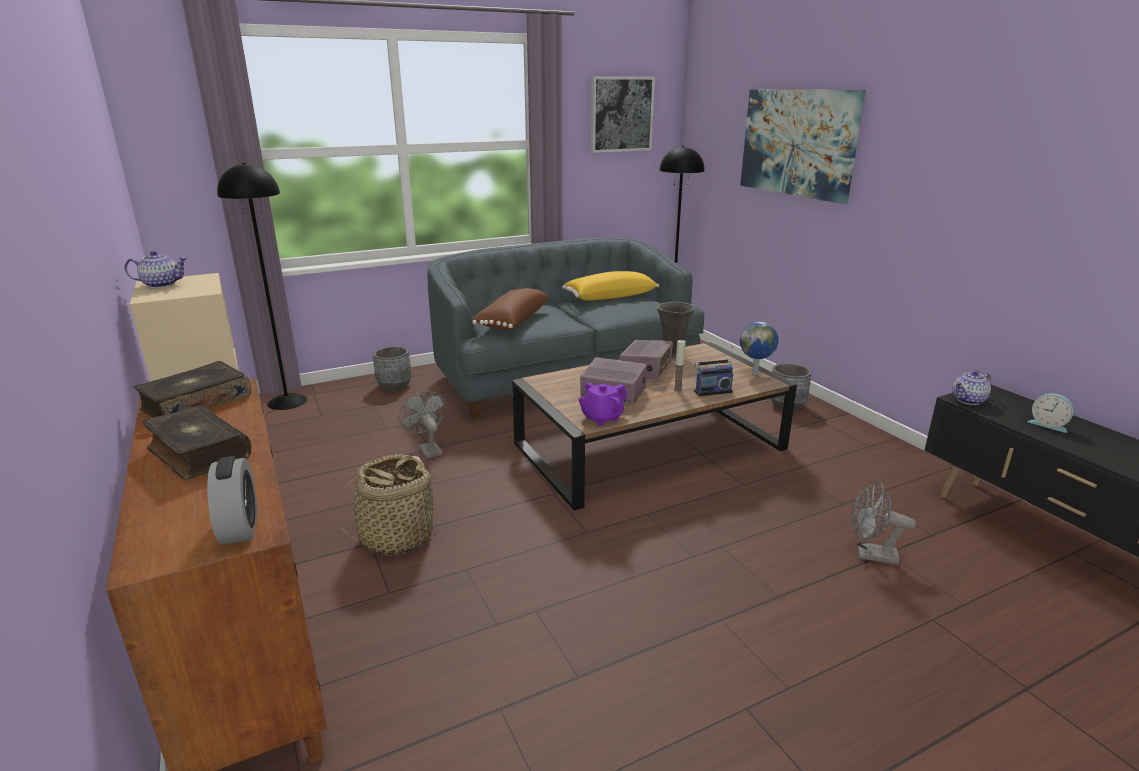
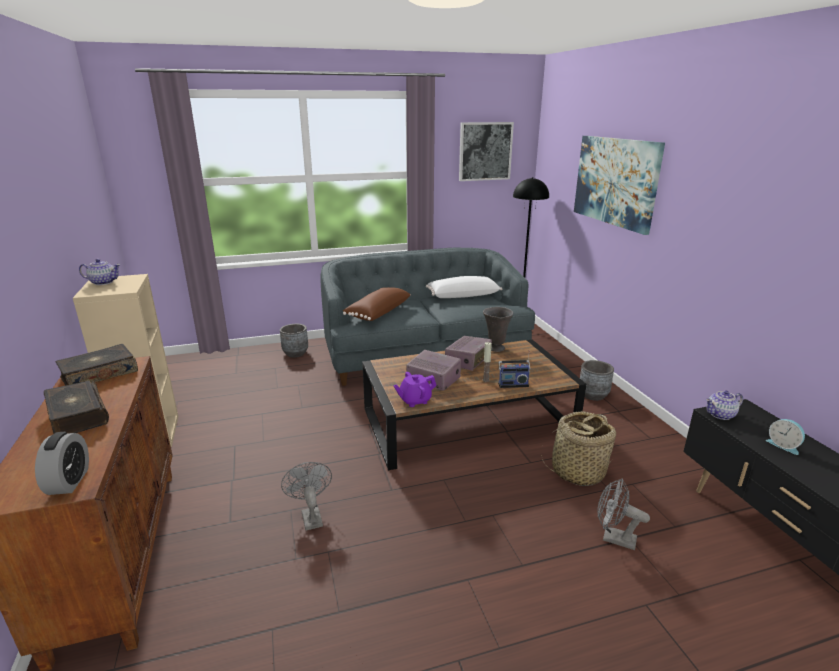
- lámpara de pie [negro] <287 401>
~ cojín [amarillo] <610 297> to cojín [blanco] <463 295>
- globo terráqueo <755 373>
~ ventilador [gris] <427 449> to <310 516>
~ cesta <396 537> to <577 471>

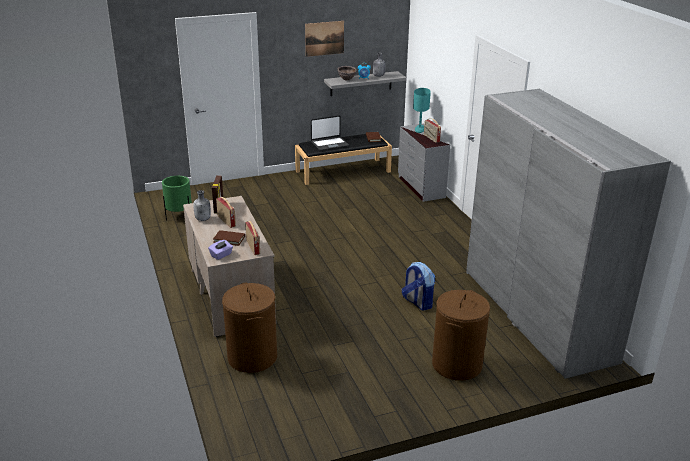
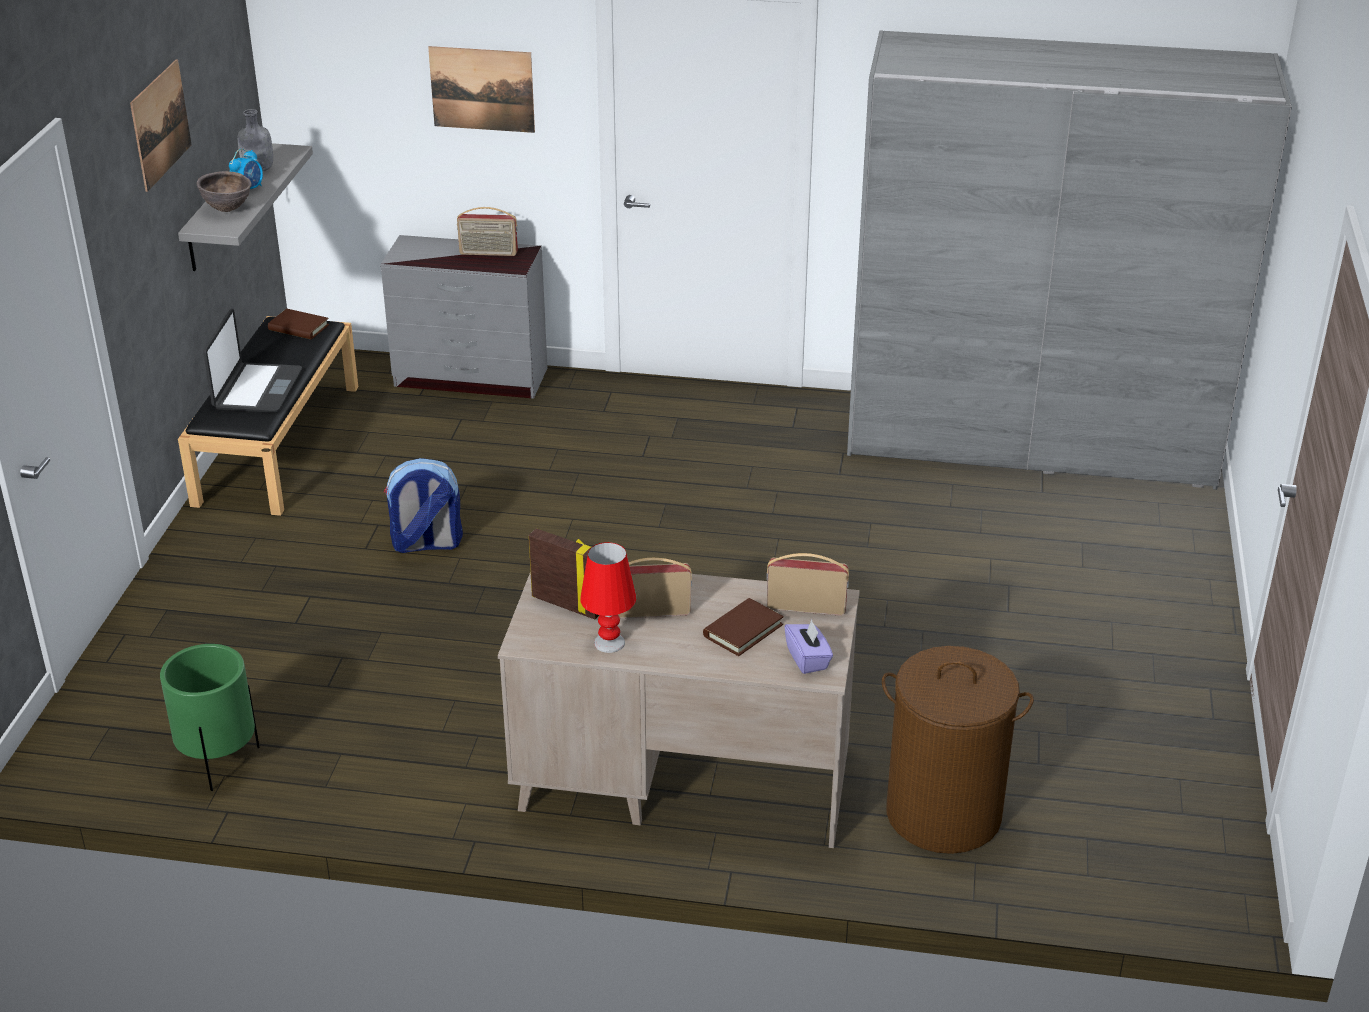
- lámpara de mesa [turquesa] <419 129>
~ botella [gris] <203 219> to lámpara de mesa [rojo] <609 642>
~ mochila <417 302> to <426 544>
- cesto de la ropa [marrón] <456 364>
+ cuadro <482 89>

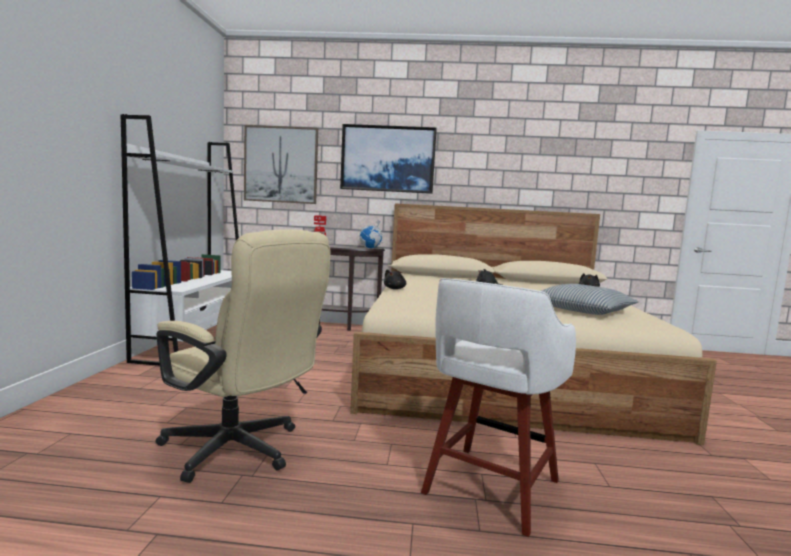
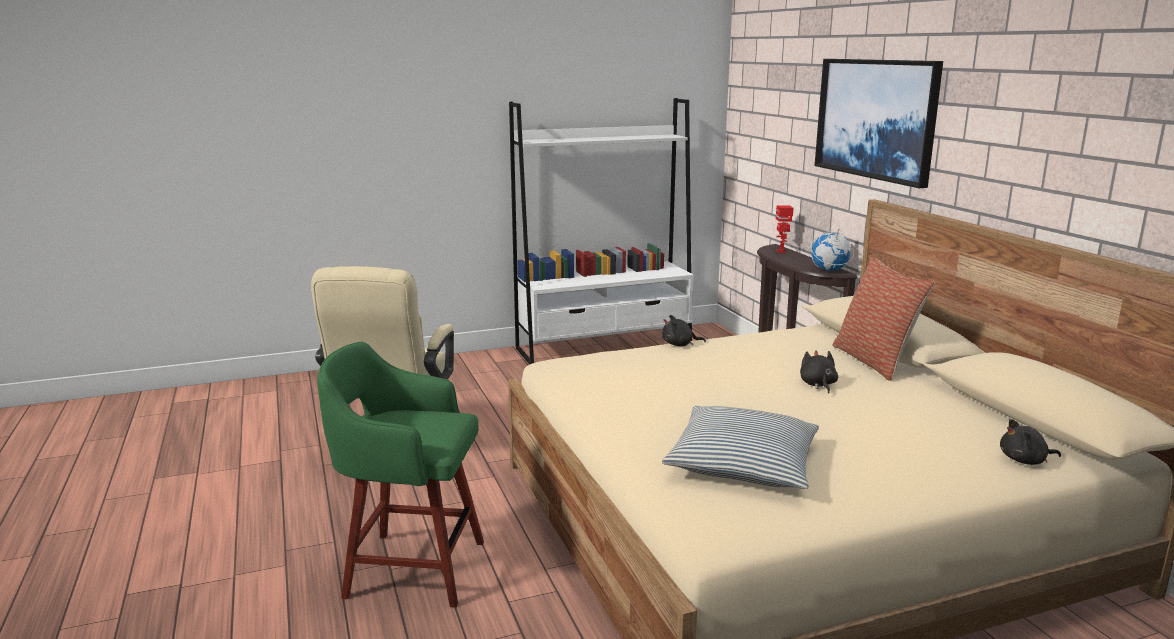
- cuadro <281 165>
~ taburete [blanco] <489 489> to taburete [verde] <411 568>
+ cojín <875 361>

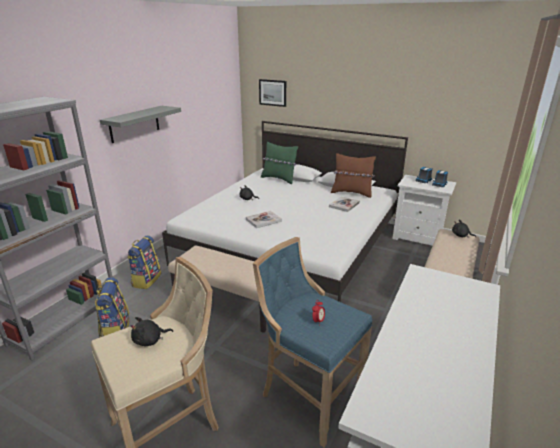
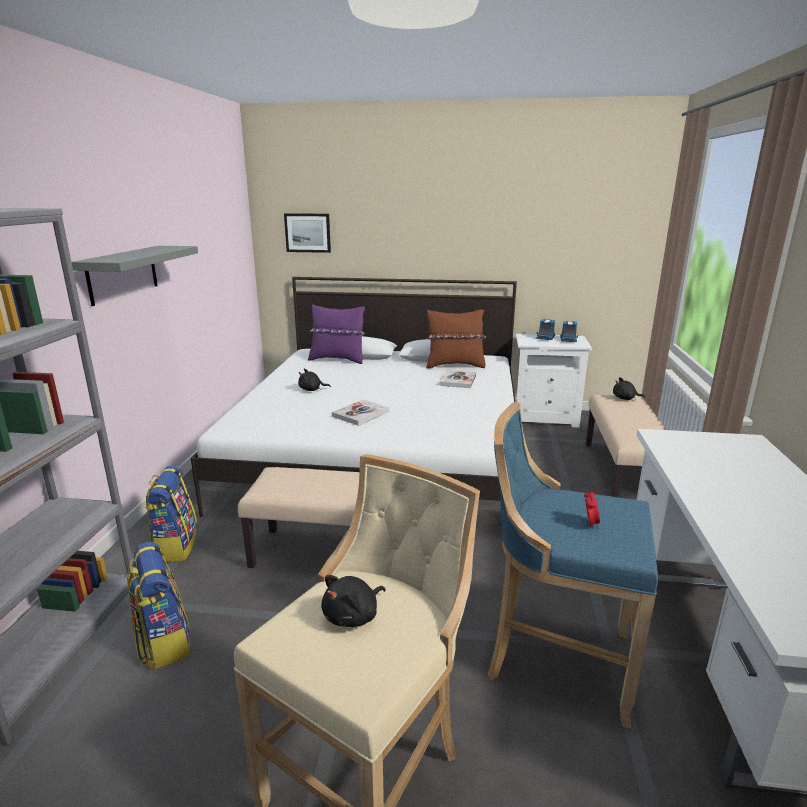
~ cojín [verde] <279 179> to cojín [morado] <338 359>

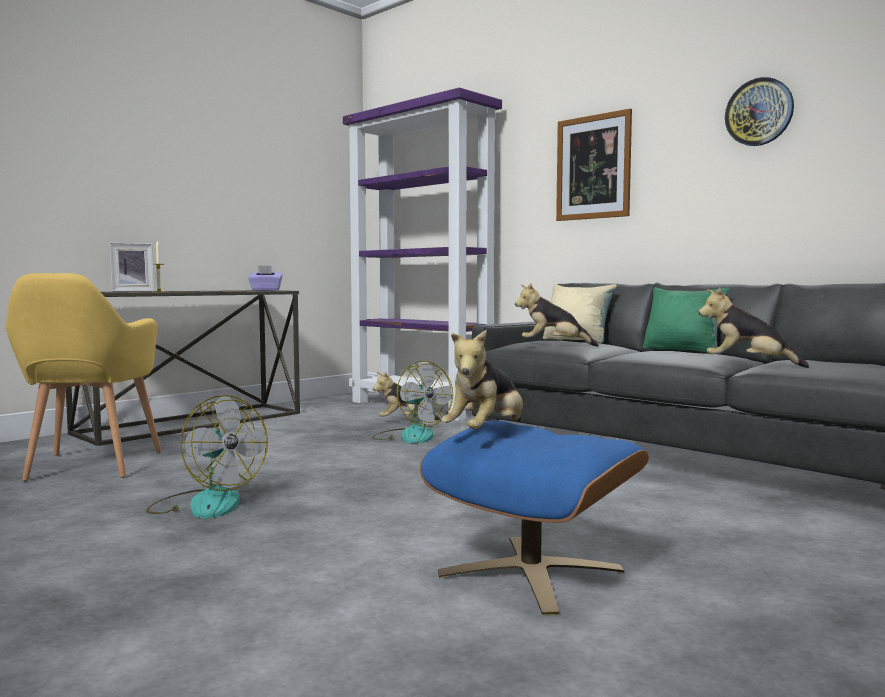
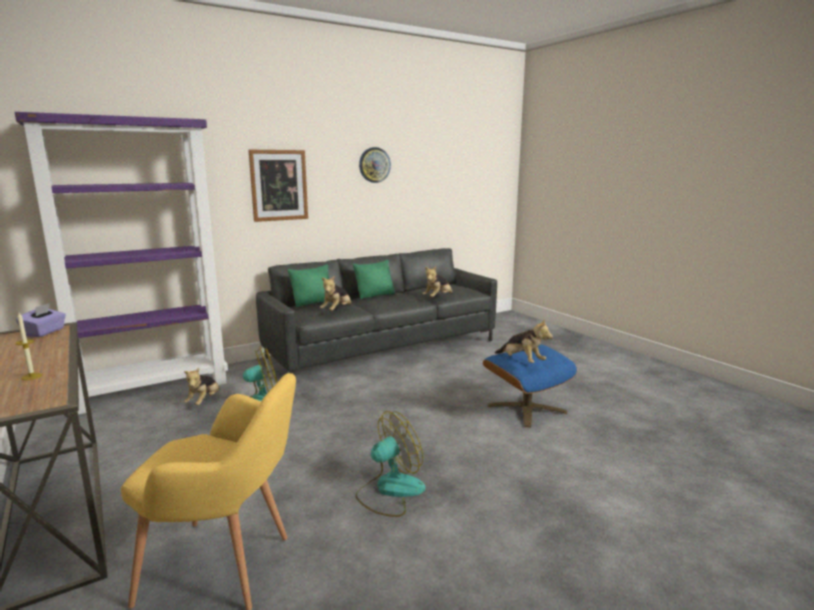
- portarretratos <132 291>
~ cojín [beis] <577 341> to cojín [verde] <313 303>

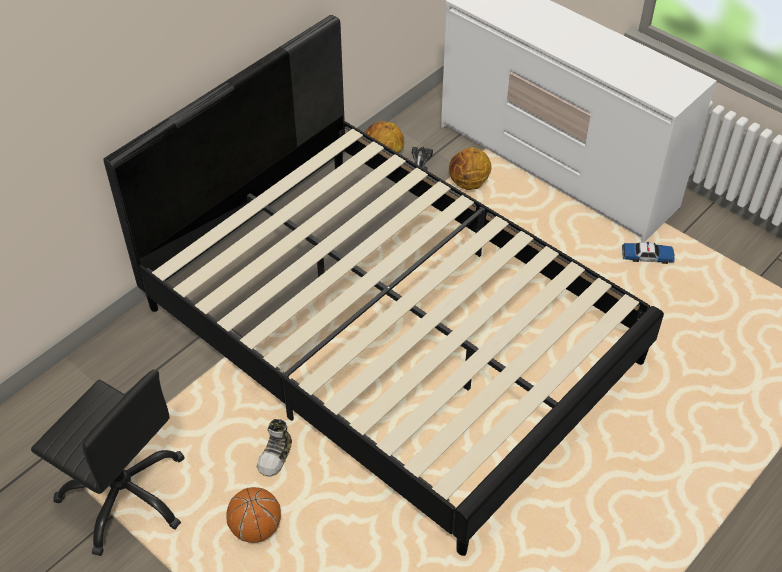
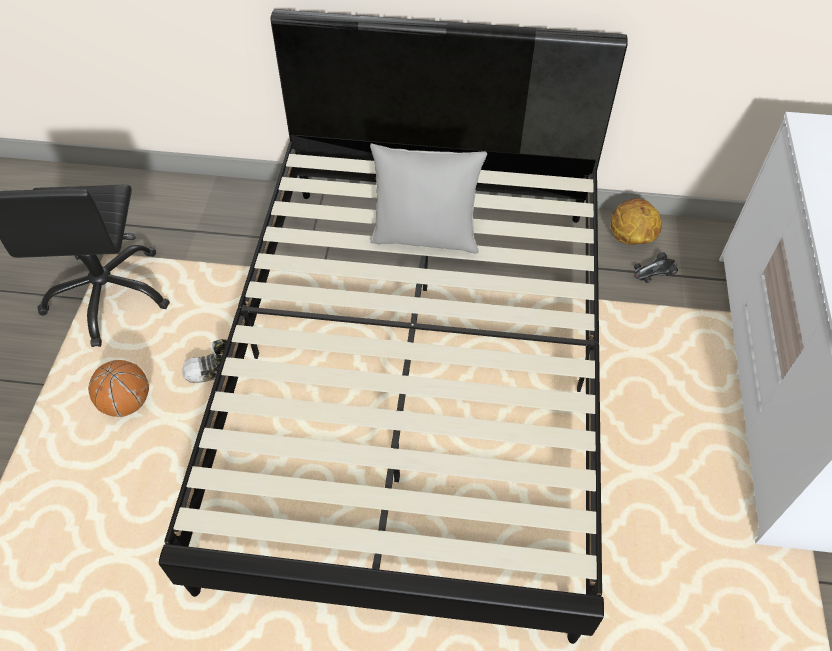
- balón de baloncesto <468 183>
- coche de juguete <647 257>
+ cojín [gris] <425 236>

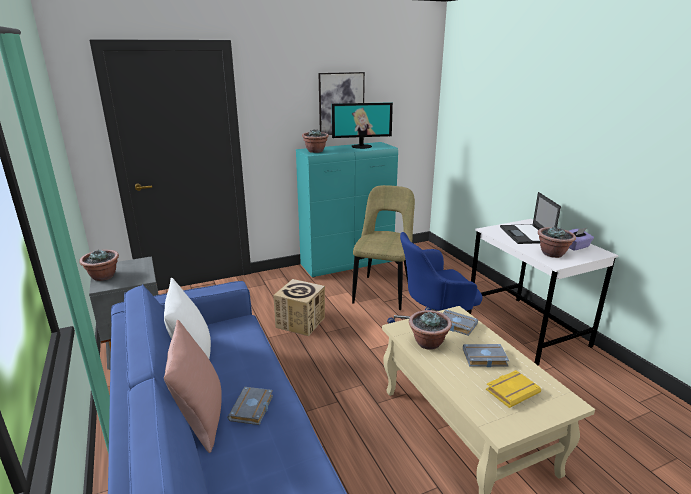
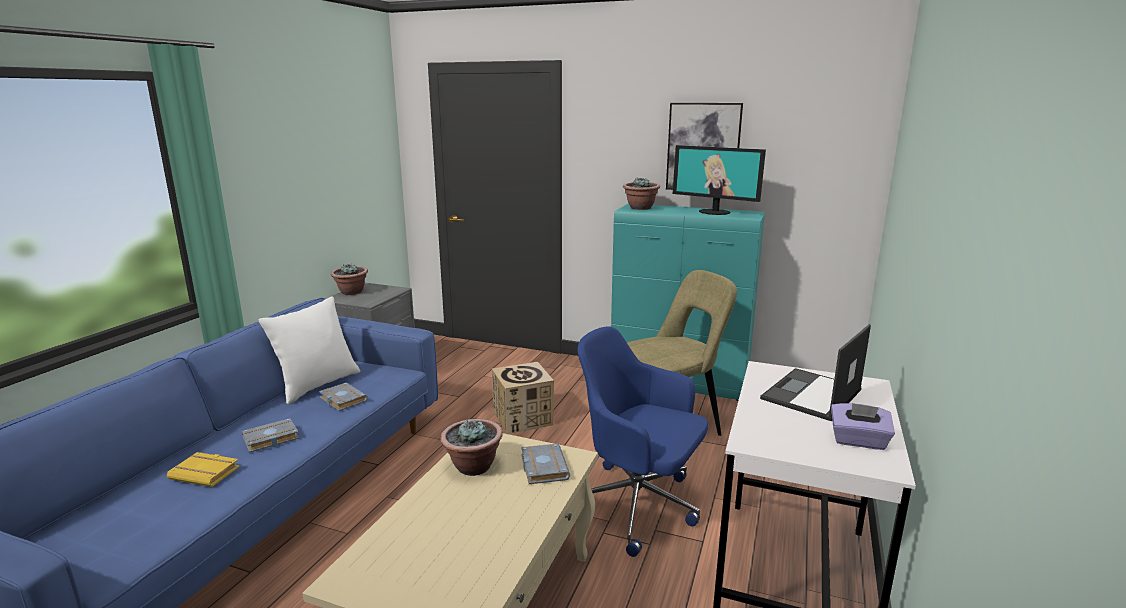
- planta en maceta <553 254>
- cojín [rosa] <200 418>
~ libro [gris] <484 358> to <341 400>
~ libro [amarillo] <512 391> to <207 473>

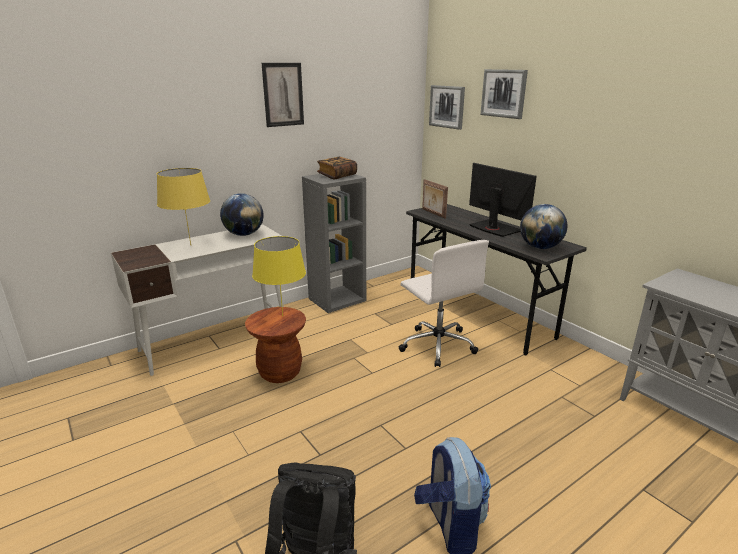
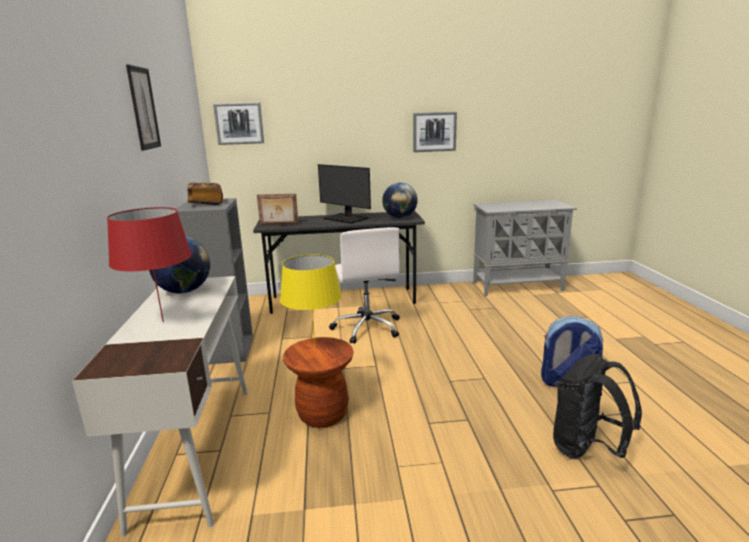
~ cuadro <504 93> to <434 132>
~ monitor <494 228> = <346 218> 135 degrees counterclockwise
~ lámpara de mesa [amarillo] <190 245> to lámpara de mesa [rojo] <162 322>
~ silla de oficina [blanco] <437 345> = <367 327> 75 degrees clockwise

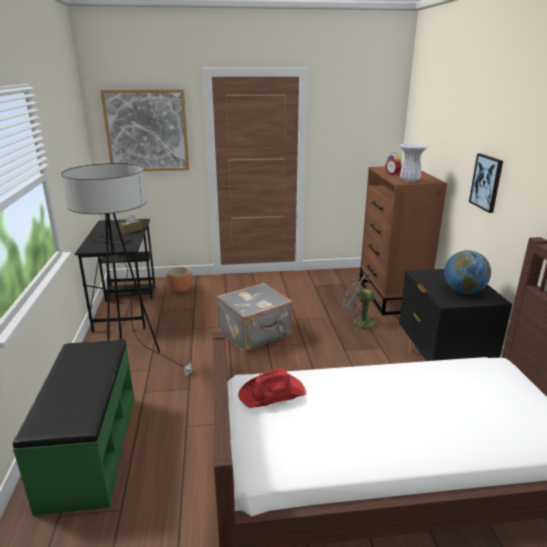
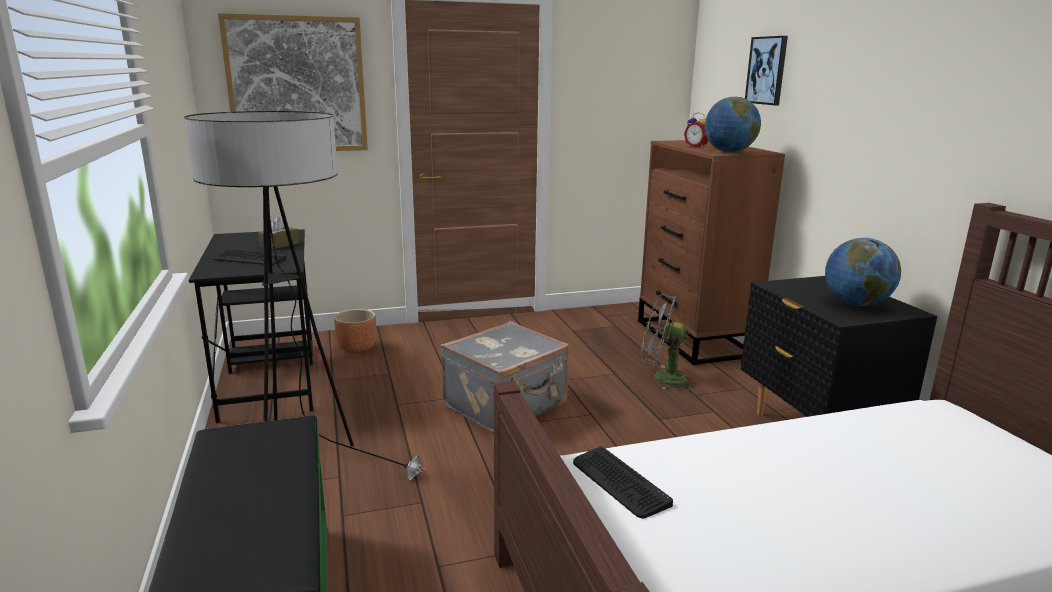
~ florero [blanco] <409 180> to globo terráqueo <729 152>
~ cuadro <486 182> to <767 70>
~ sombrero [rojo] <273 393> to teclado <619 482>

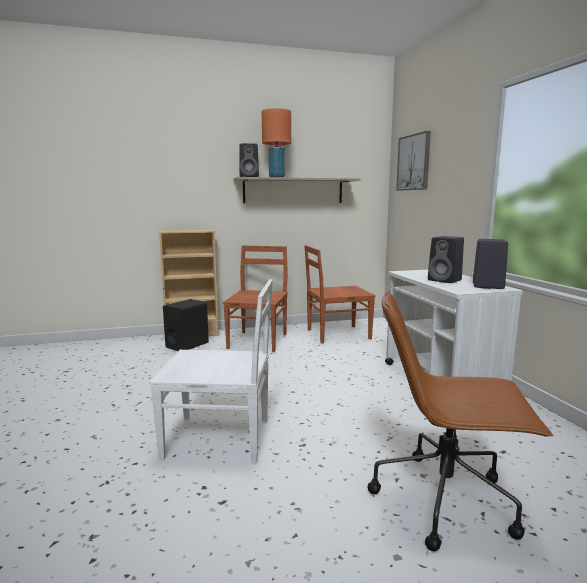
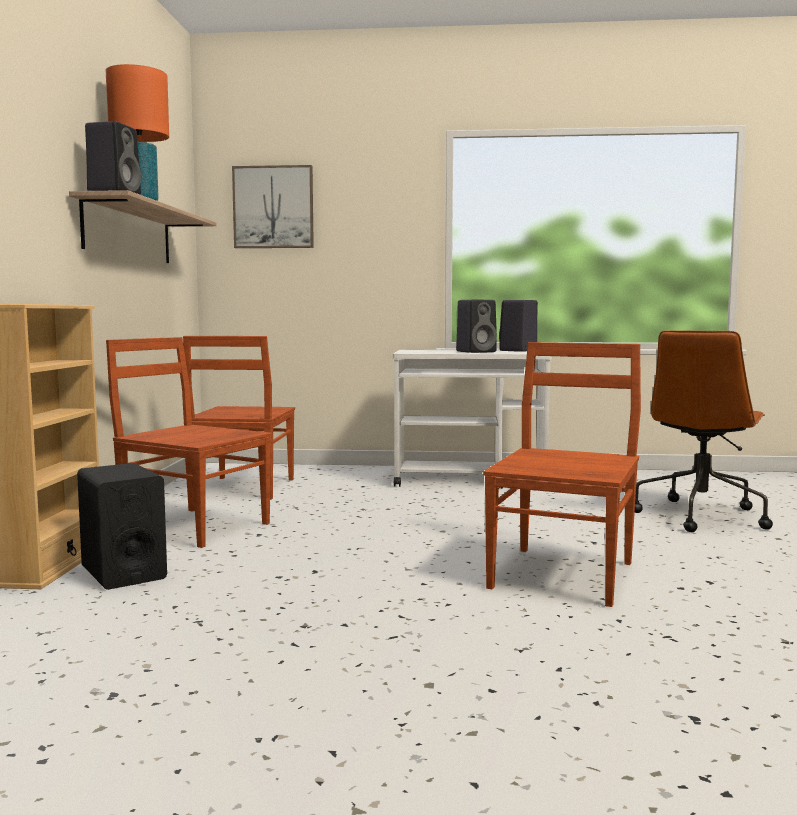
~ silla [blanco] <220 438> to silla [marrón] <563 573>

